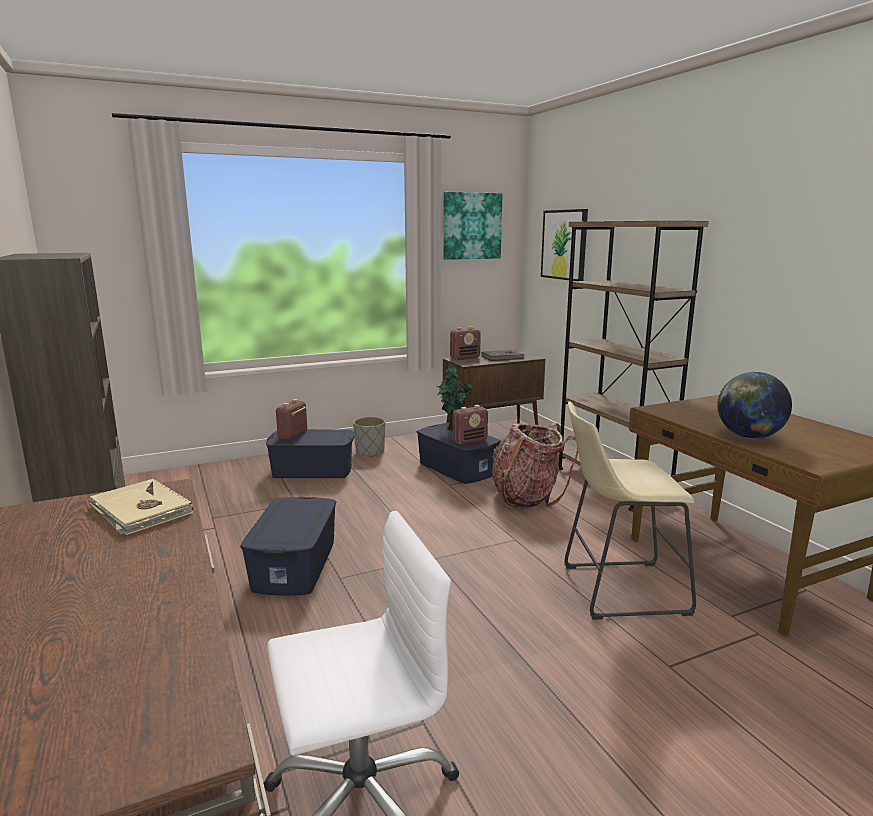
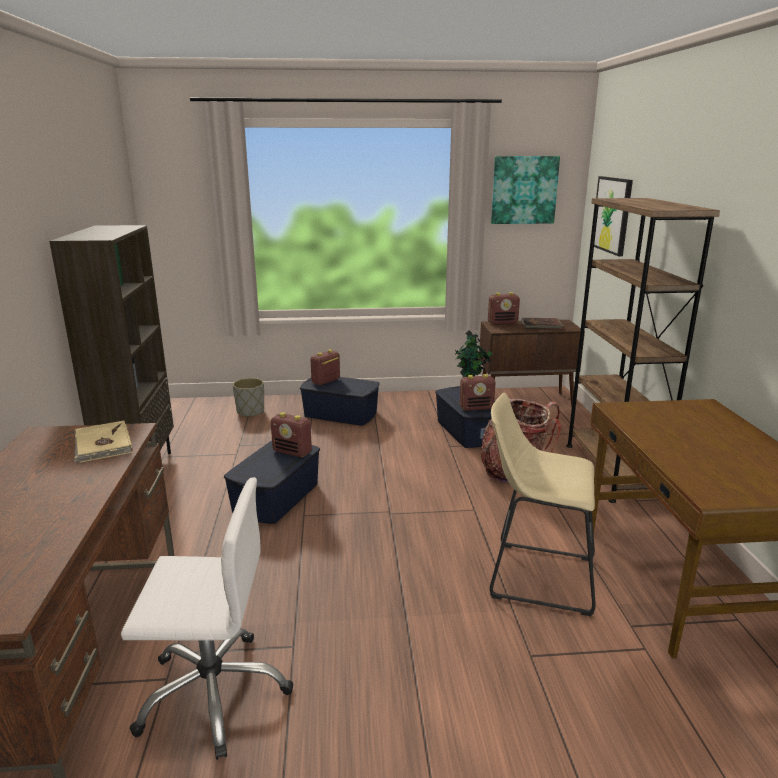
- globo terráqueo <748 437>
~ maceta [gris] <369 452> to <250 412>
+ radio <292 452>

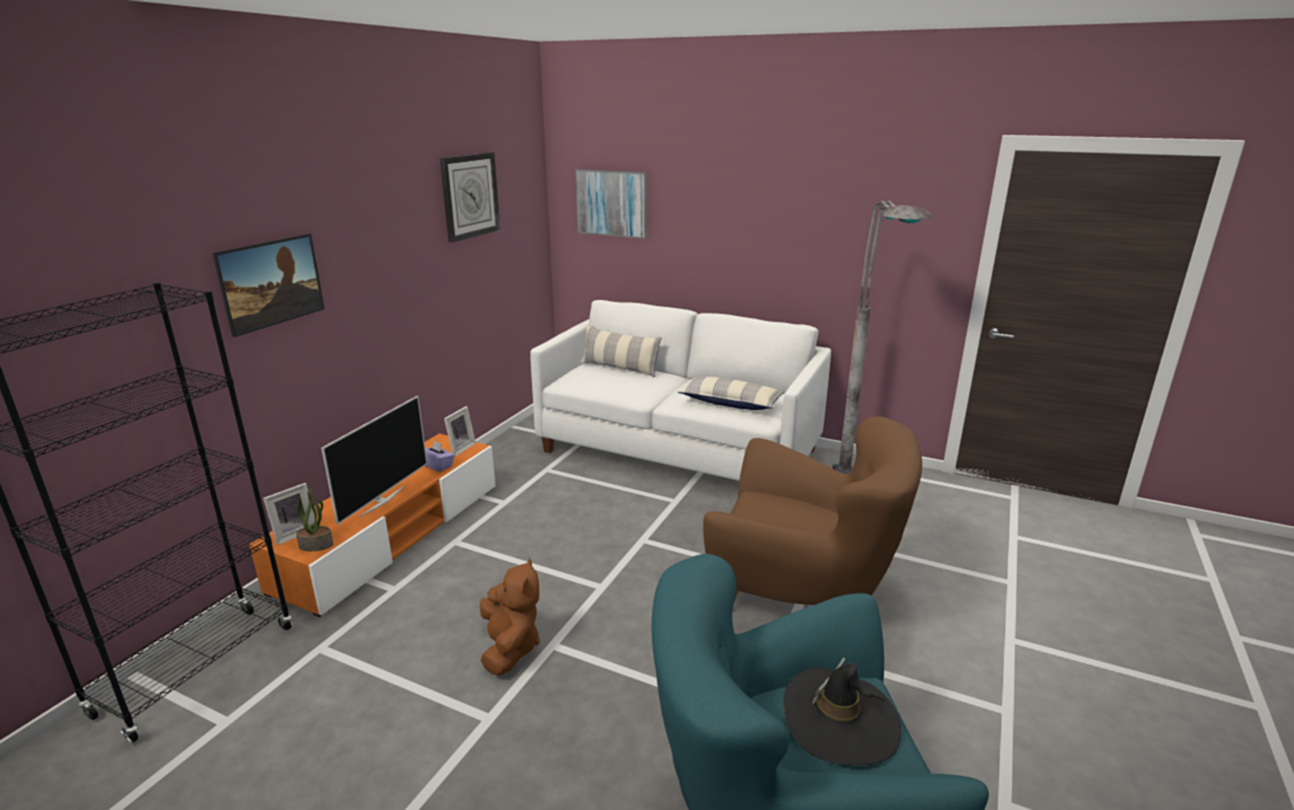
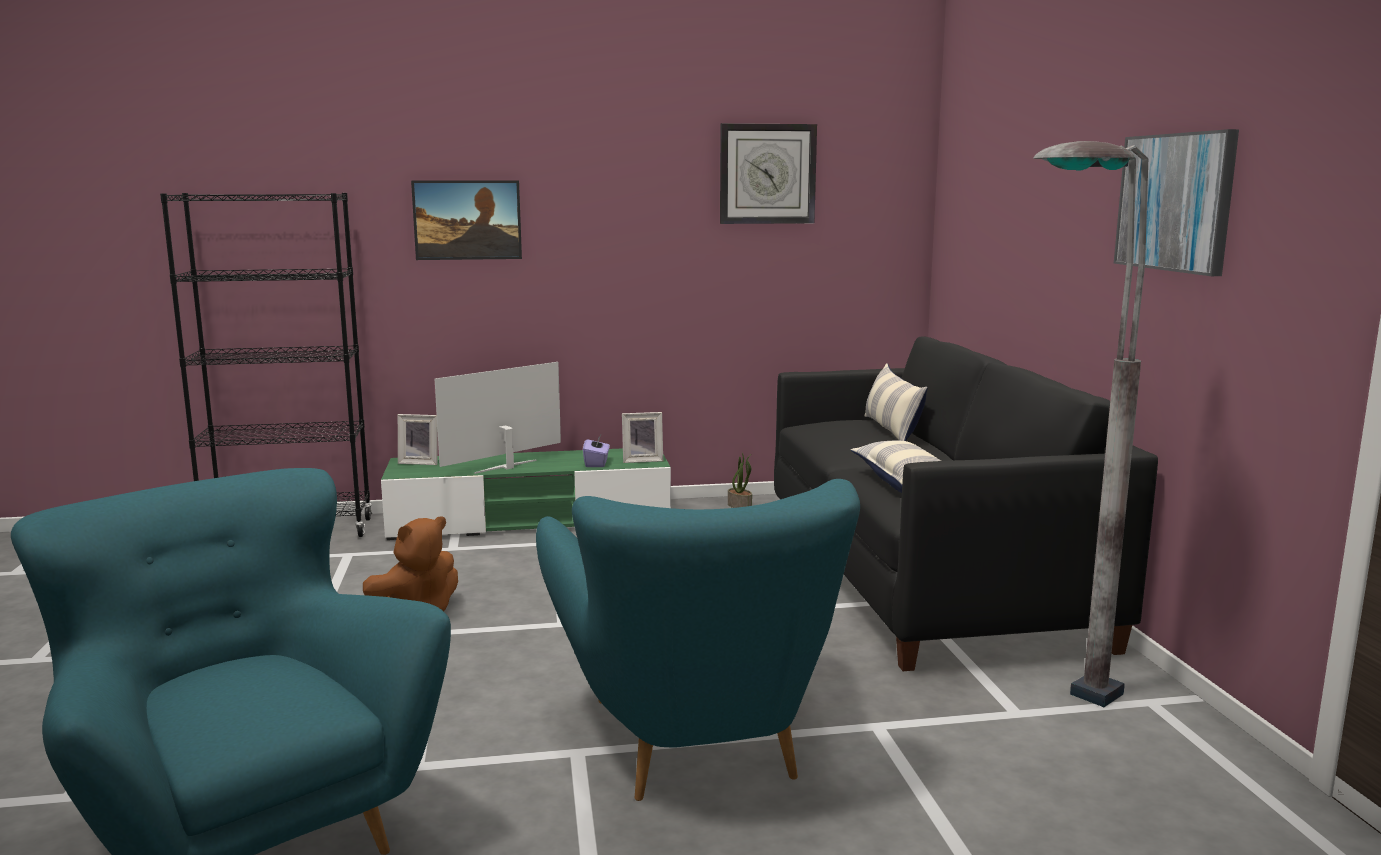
~ cuadro <612 203> to <1175 202>
~ sofá [blanco] <678 450> to sofá [negro] <924 575>
~ televisor <382 500> = <506 467> 150 degrees clockwise
~ sillón [marrón] <801 596> to sillón [turquesa] <695 740>
~ mueble de televisión [naranja] <392 536> to mueble de televisión [verde] <530 520>
~ planta en maceta <317 545> to <740 506>
- sombrero [negro] <840 720>

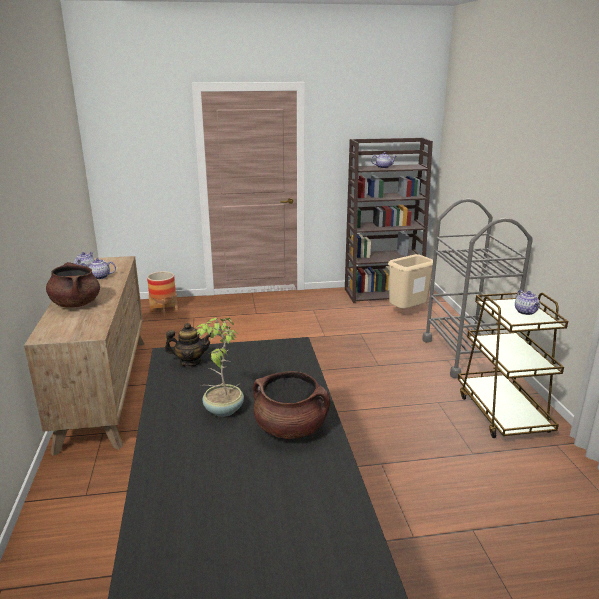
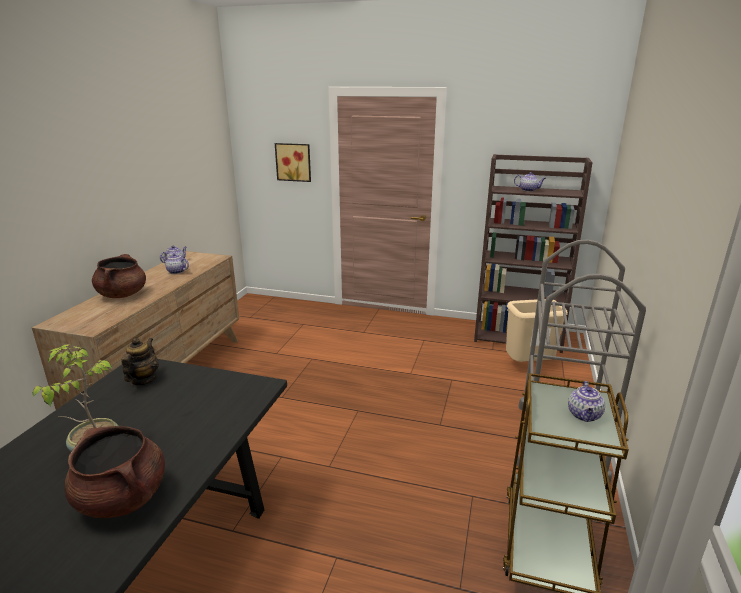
- maceta <164 310>
~ tetera <190 362> = <143 380> 105 degrees counterclockwise
+ cuadro <294 162>

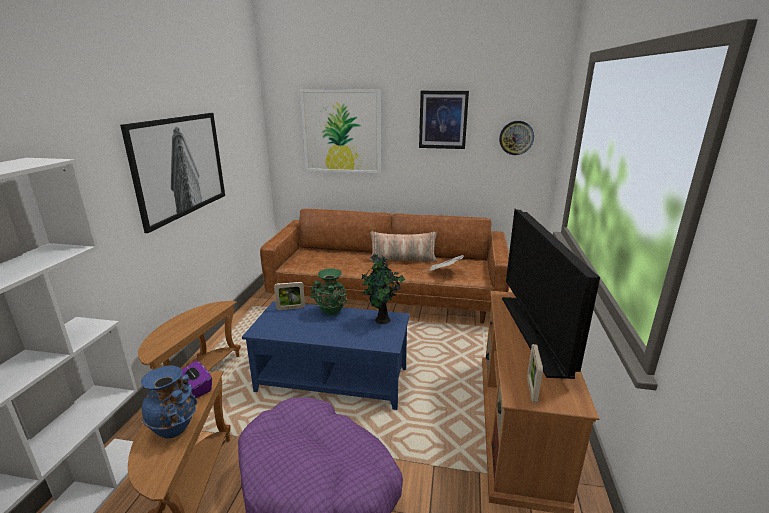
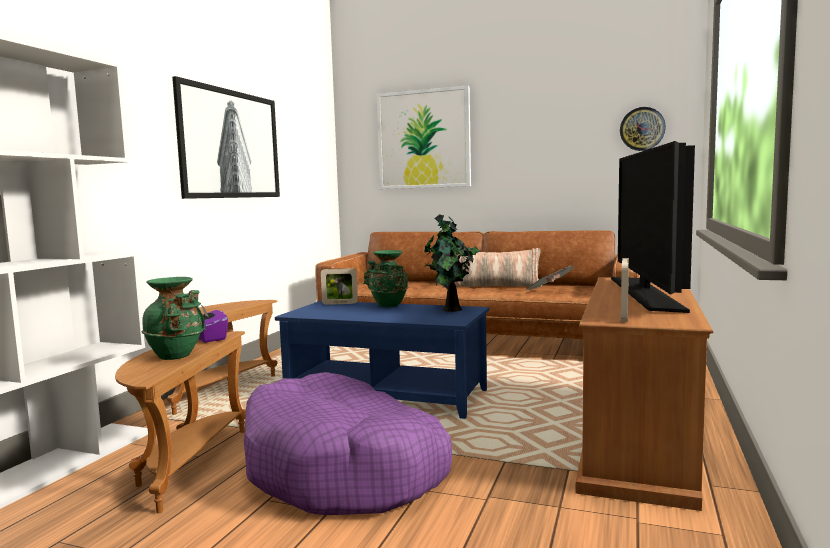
- cuadro <443 120>
~ florero [azul] <176 428> to florero [verde] <177 355>

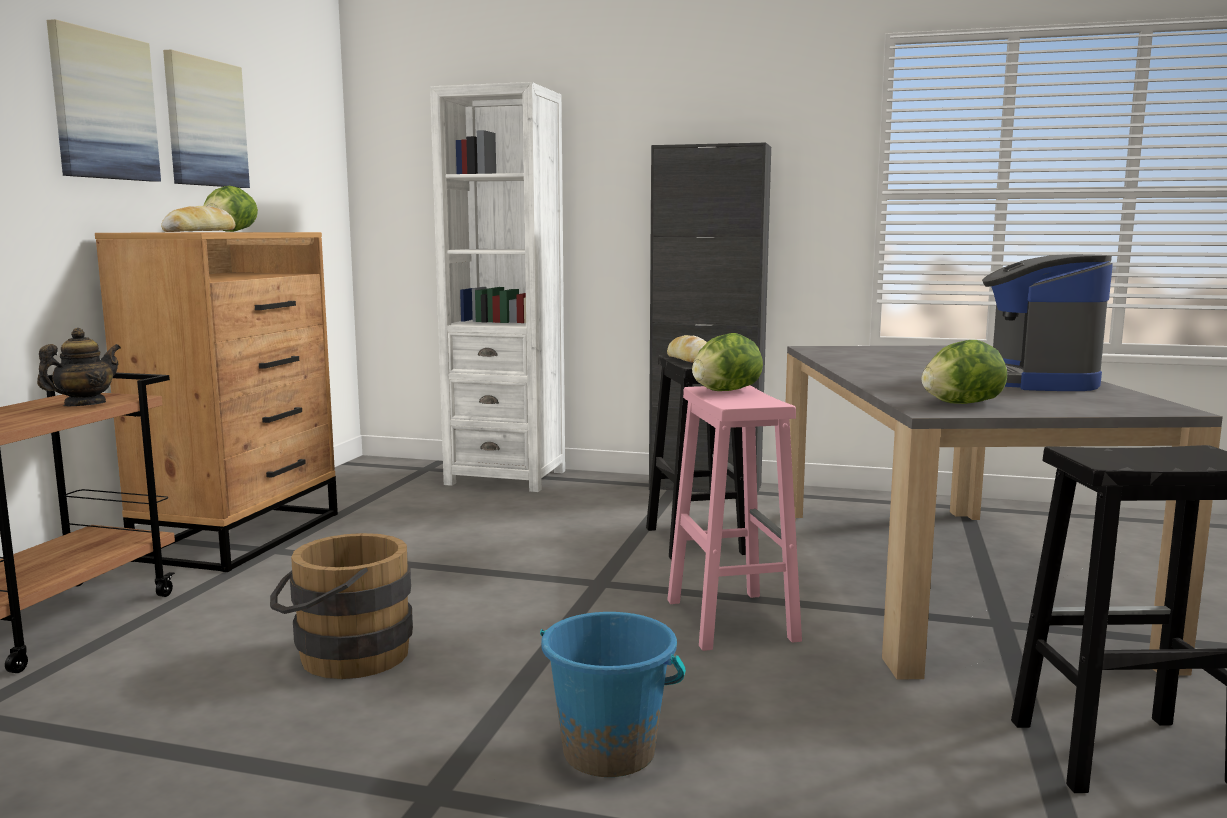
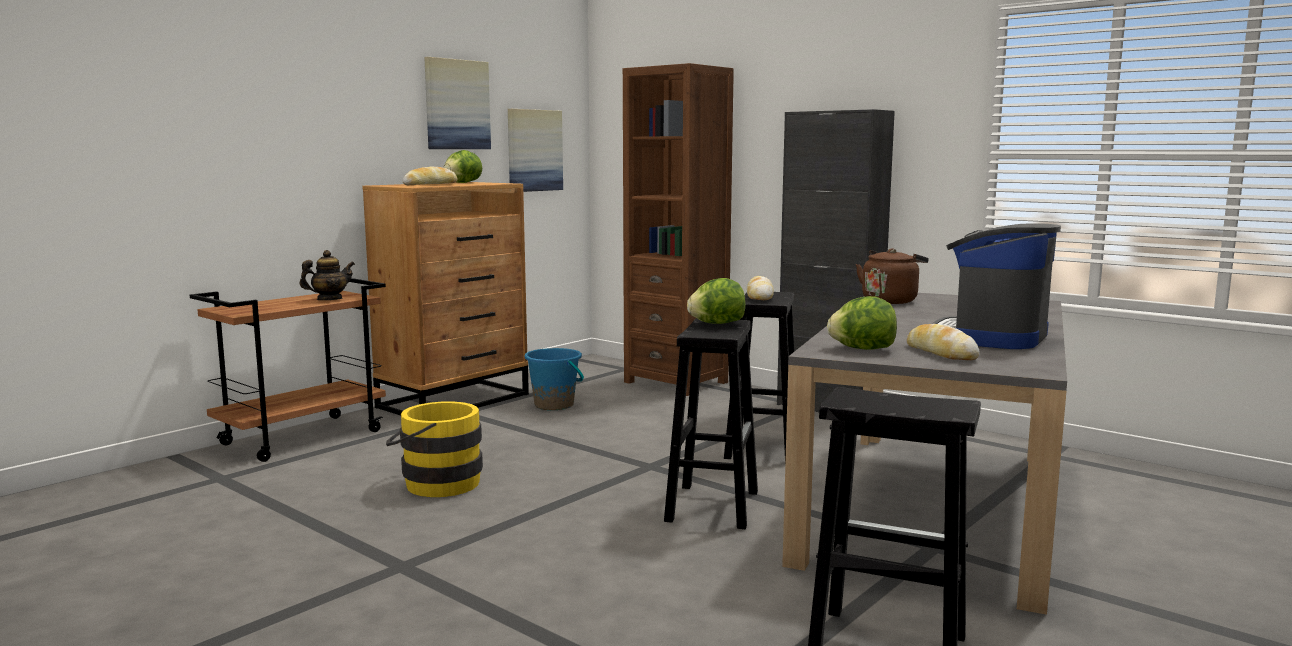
~ cuadro <103 106> to <534 150>
~ estantería [blanco] <506 477> to estantería [marrón] <676 382>
~ taburete [rosa] <729 619> to taburete [negro] <712 505>
~ cubo [marrón] <343 657> to cubo [amarillo] <435 483>
~ cubo [azul] <609 752> to <554 405>
+ hervidor [marrón] <890 301>
+ pan <940 353>

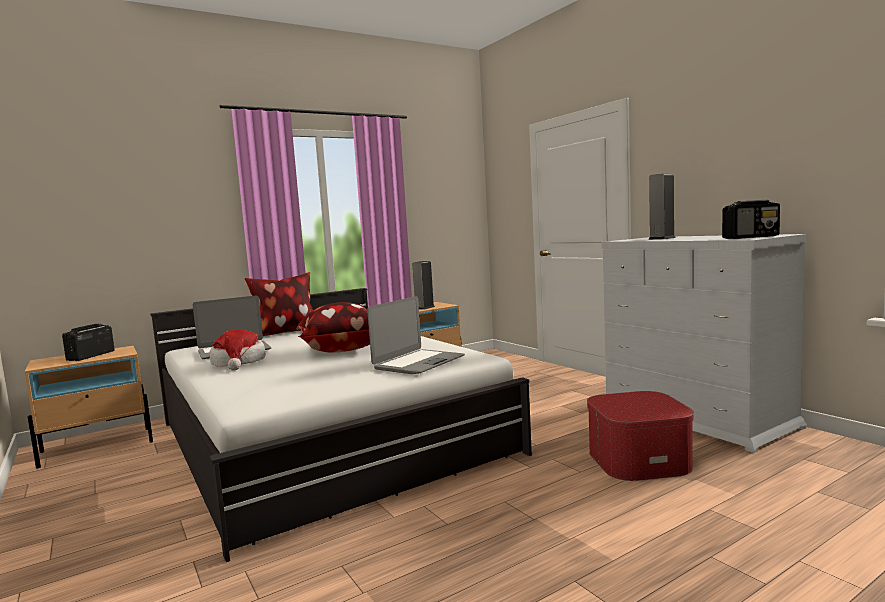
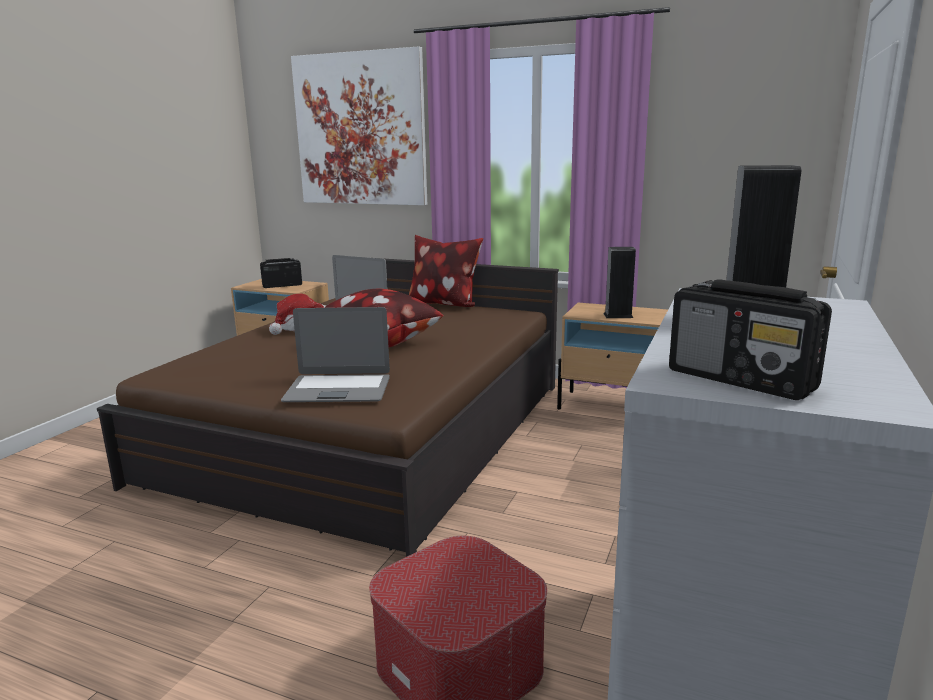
~ cama [blanco] <325 437> to cama [marrón] <370 430>
+ cuadro <360 130>

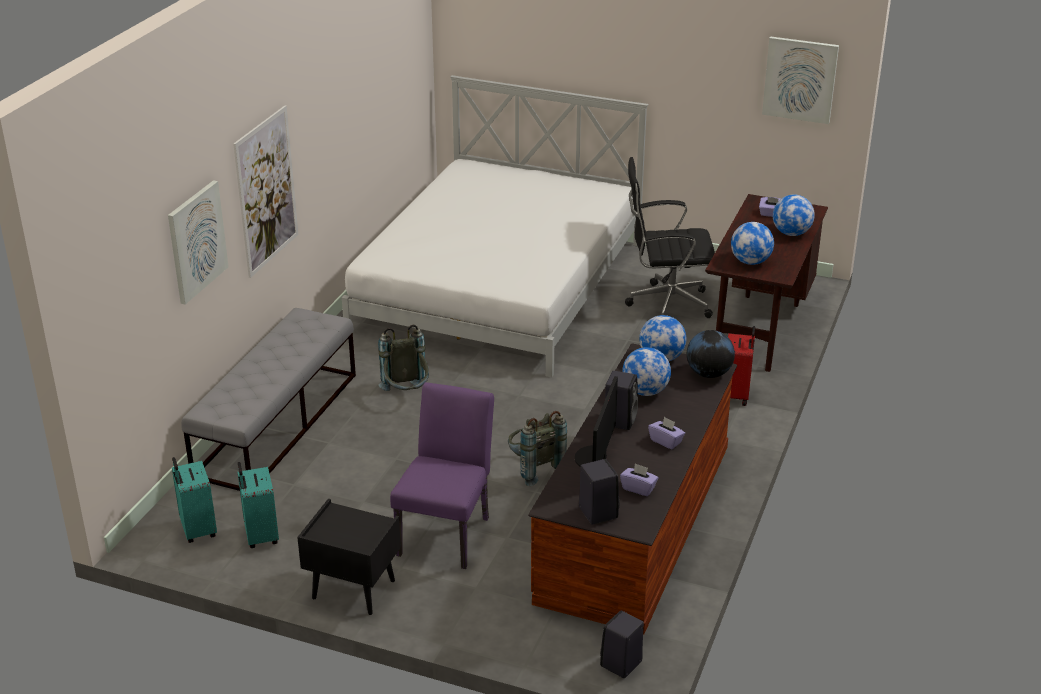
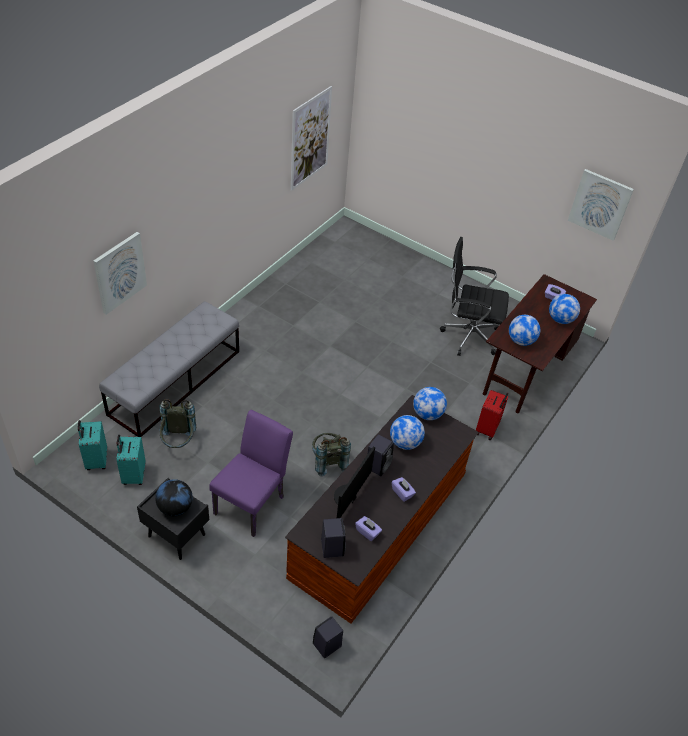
- cama [blanco] <499 287>
~ cuadro <266 191> to <310 138>
~ mochila [gris] <407 395> to <178 442>
~ globo terráqueo <709 374> to <175 507>

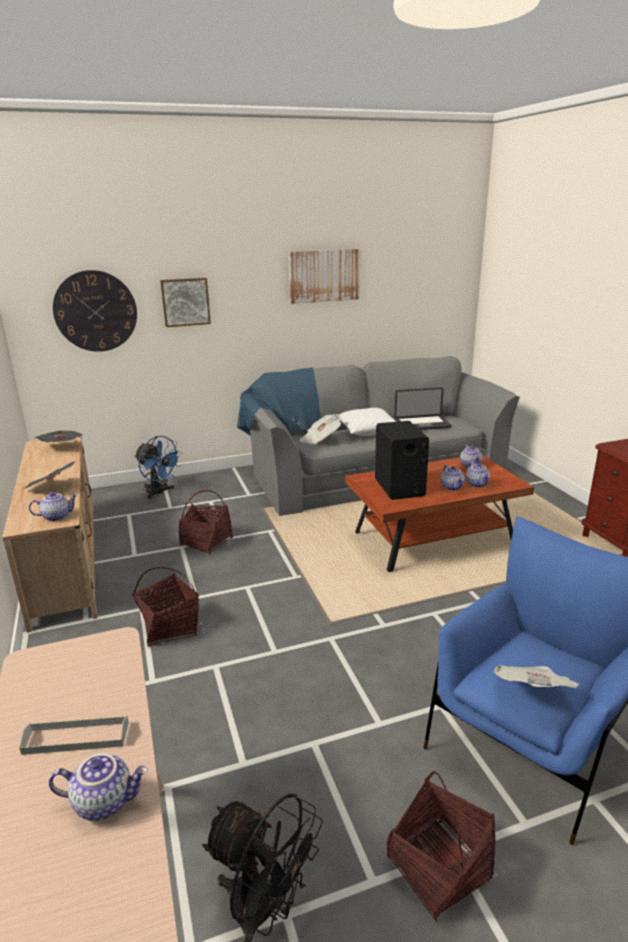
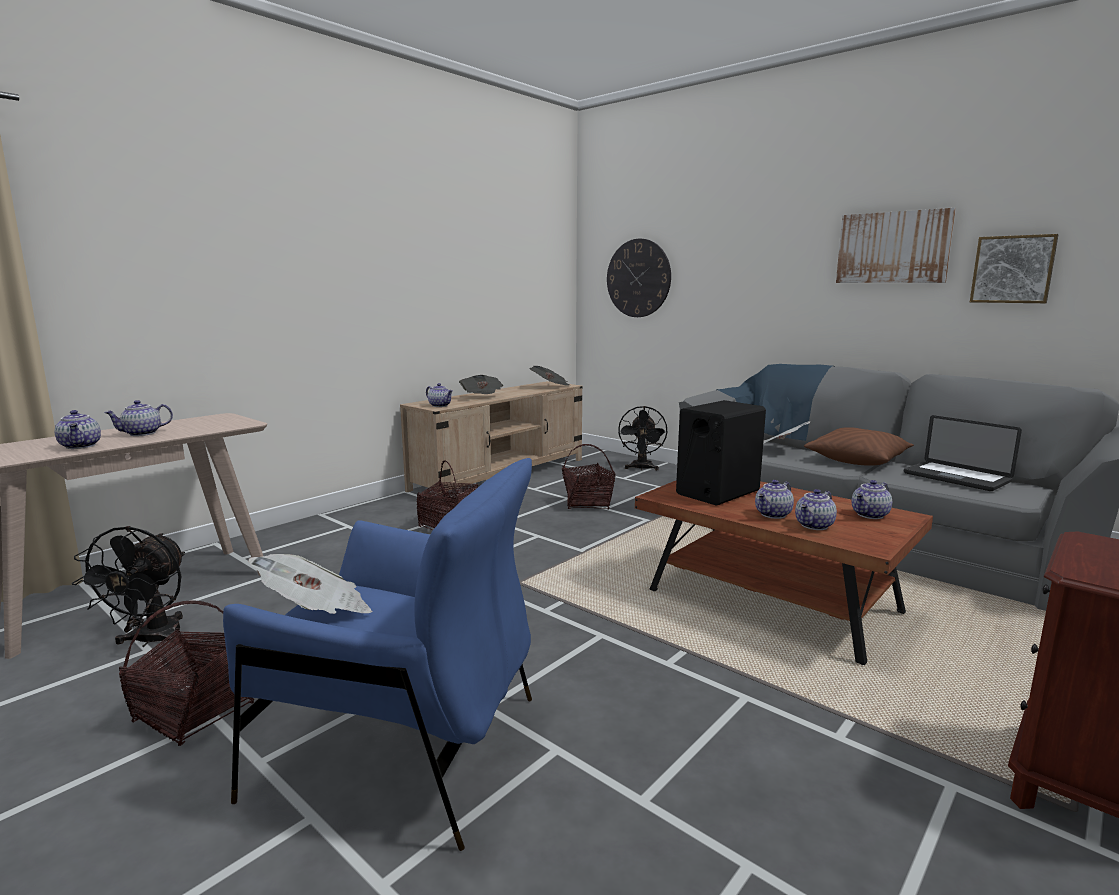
~ cuadro <185 302> to <1012 269>
~ cojín [blanco] <367 431> to cojín [marrón] <857 460>
~ ventilador [azul] <159 492> to ventilador [negro] <641 468>
~ bandeja [gris] <76 738> to tetera <142 434>

